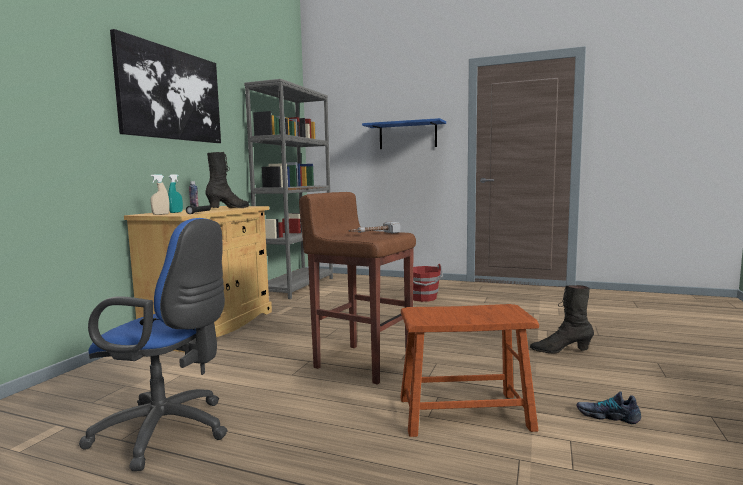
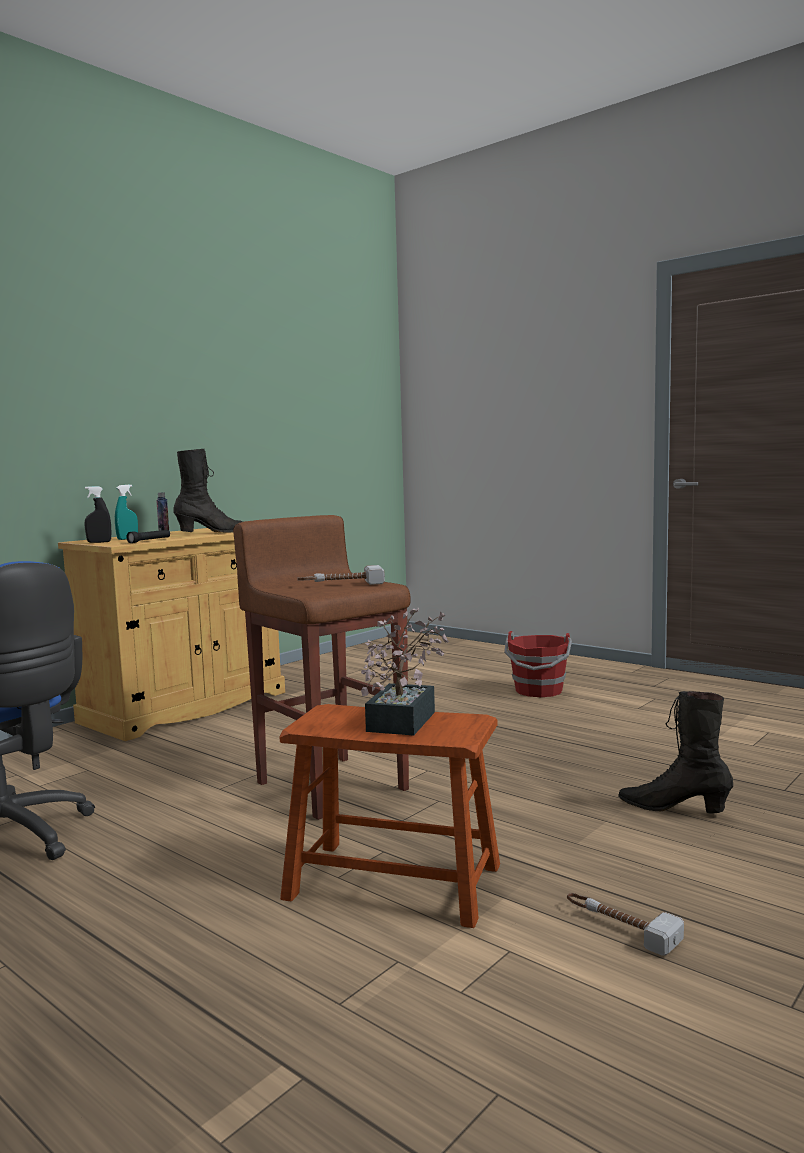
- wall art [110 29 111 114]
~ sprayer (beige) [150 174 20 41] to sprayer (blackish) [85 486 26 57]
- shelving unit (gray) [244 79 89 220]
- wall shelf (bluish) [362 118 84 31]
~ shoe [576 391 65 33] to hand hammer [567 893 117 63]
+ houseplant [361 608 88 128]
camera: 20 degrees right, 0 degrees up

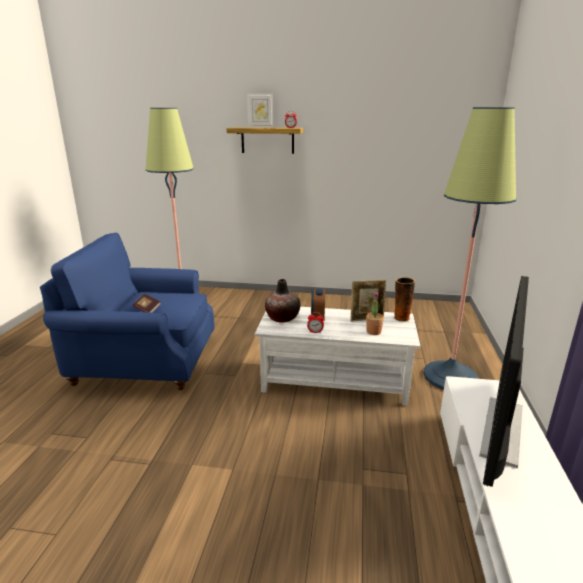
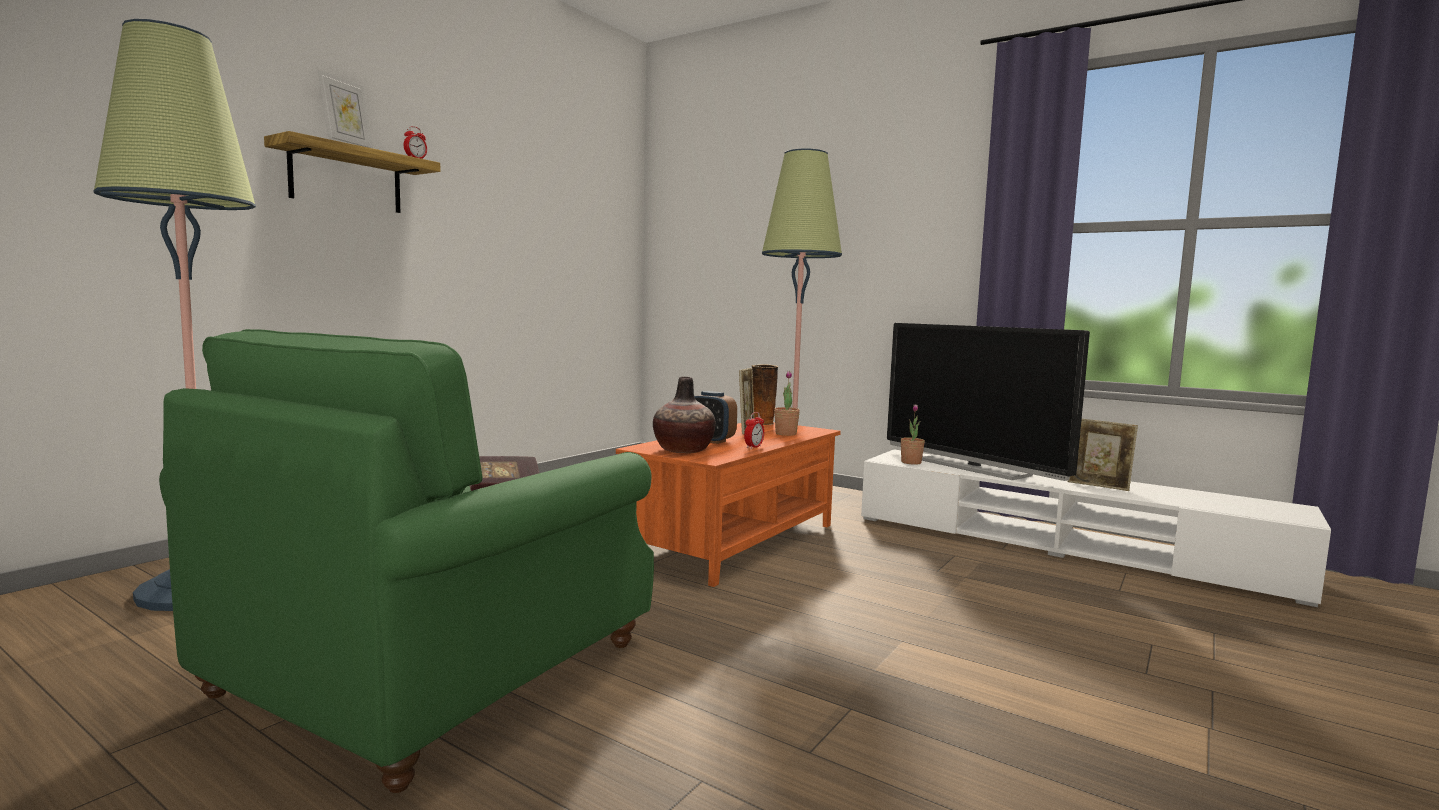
~ lounge chair (bluish) [40 233 175 157] to lounge chair (greenish) [159 329 495 464]
~ coffee table (white) [255 307 166 99] to coffee table (orange) [616 422 225 165]
+ houseplant [901 404 24 61]
+ standing frame [1067 419 71 72]
camera: 65 degrees left, 15 degrees down

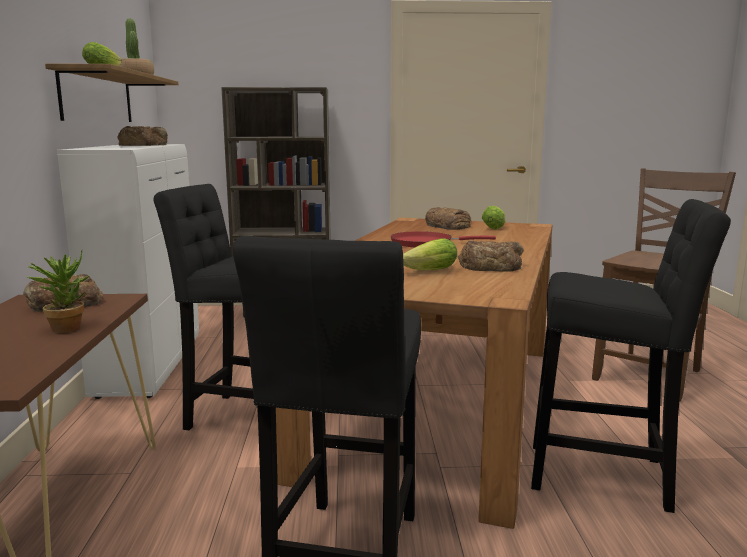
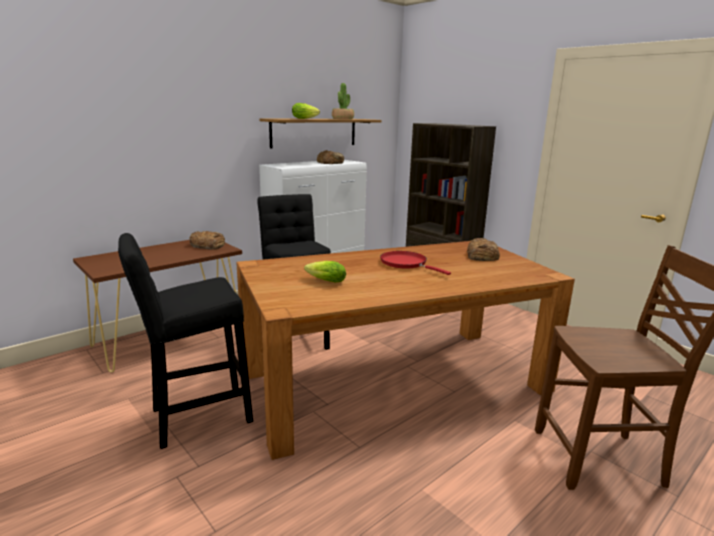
- houseplant [28 250 62 83]
- baked bread [458 241 66 31]
- lettuce head [482 206 23 24]
- stool (blackish) [531 199 200 314]
camera: 50 degrees right, 5 degrees up

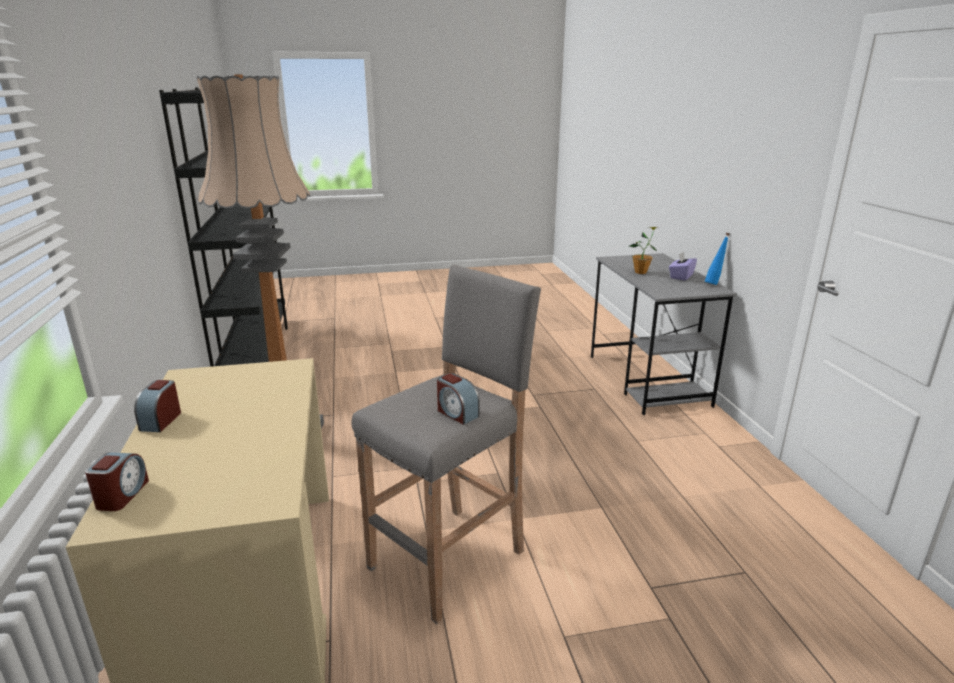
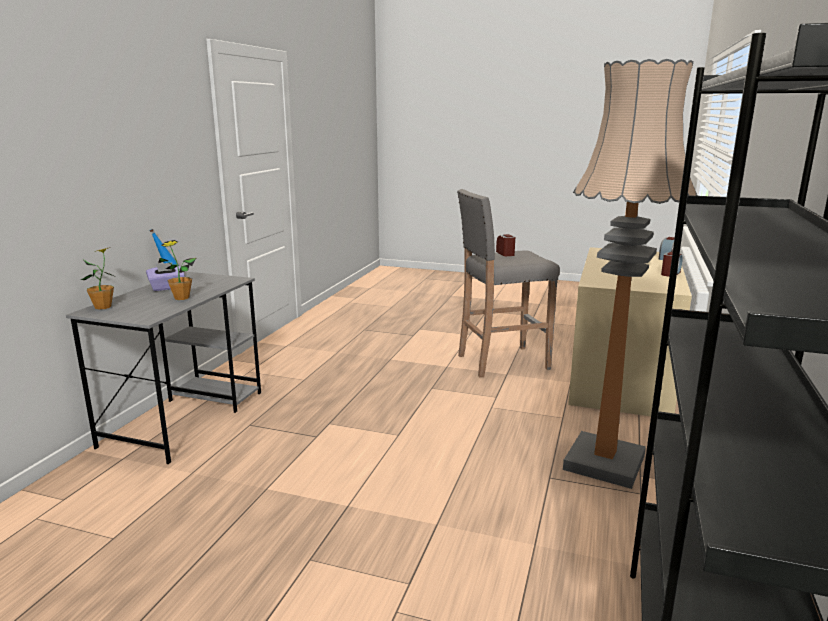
+ houseplant [81 247 33 63]
camera: 150 degrees left, 5 degrees down

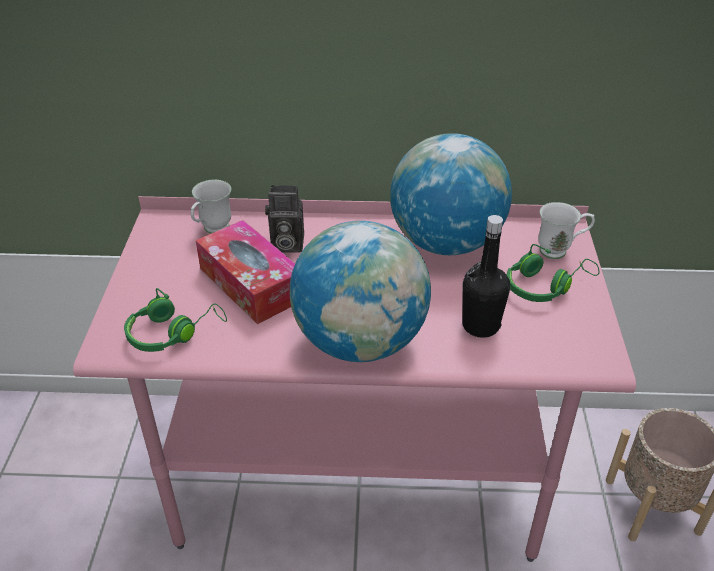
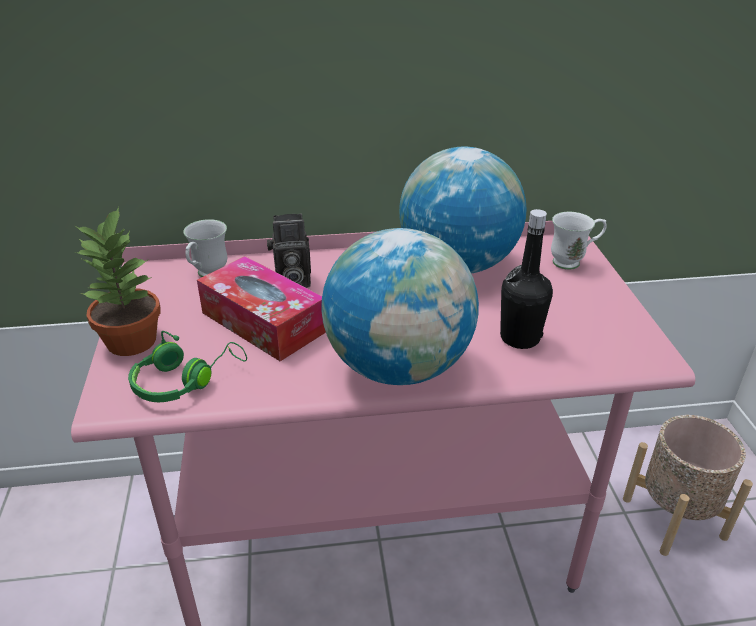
- headset (greenish) [507 244 93 58]
+ houseplant [75 207 86 149]
camera: 10 degrees left, 5 degrees down

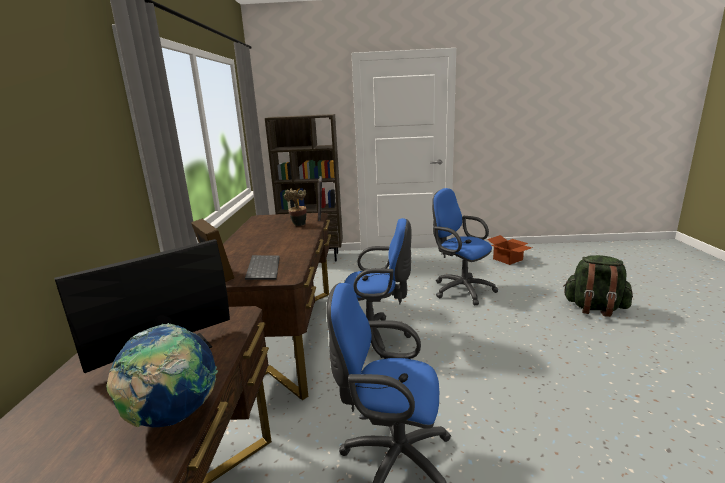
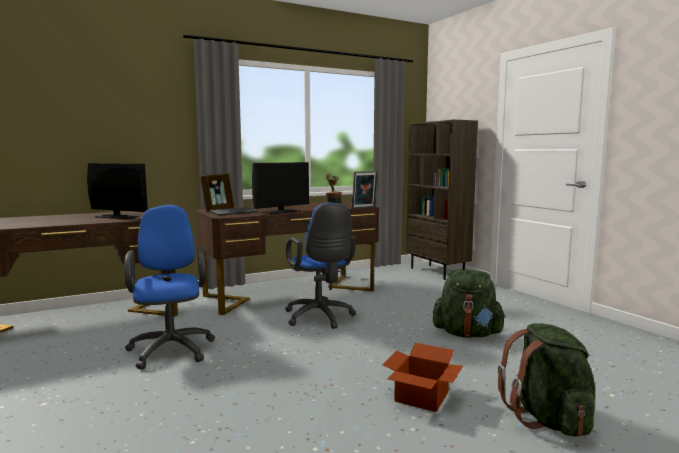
- world globe [106 323 112 104]
~ desk chair (bluish) [432 188 66 117] to rucksack (greenish) [433 270 73 68]
~ packing box [487 235 45 30] to [383 343 80 69]
+ computer display [252 162 57 52]
camera: 60 degrees right, 10 degrees down

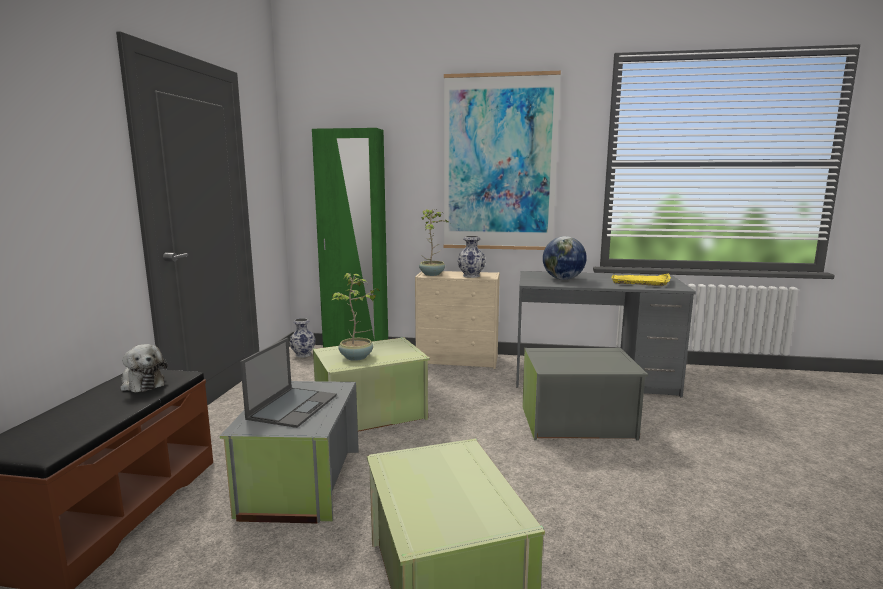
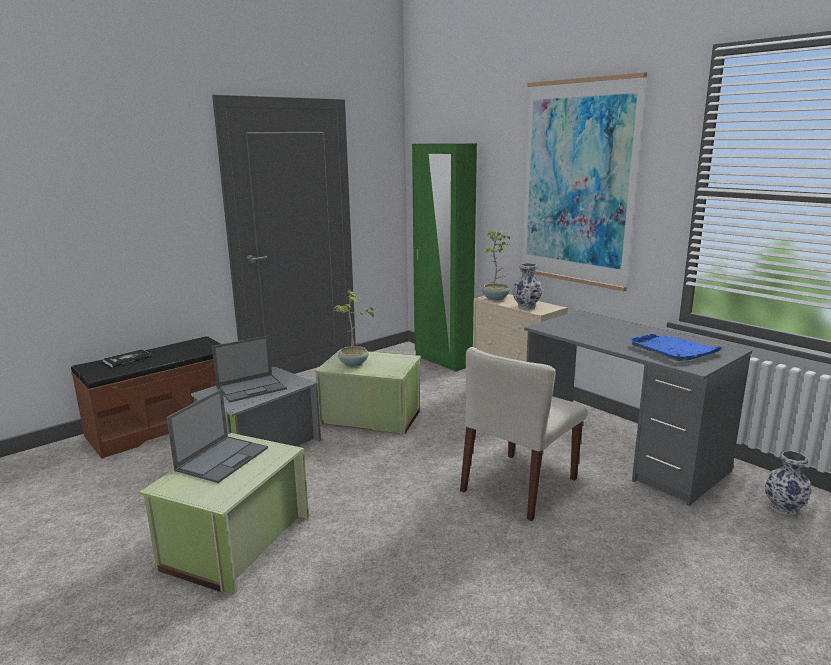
- cuddly toy [120 344 47 48]
~ decorative vase [289 318 27 39] to [765 451 46 64]
~ storage container (gray) [522 348 126 93] to chair (beige) [460 347 127 174]
- world globe [543 236 44 44]
~ serving tray (yellowish) [612 274 59 12] to serving tray (bluish) [630 334 91 27]
+ volume [103 349 50 19]
+ laptop [166 389 102 94]
camera: 40 degrees right, 5 degrees up

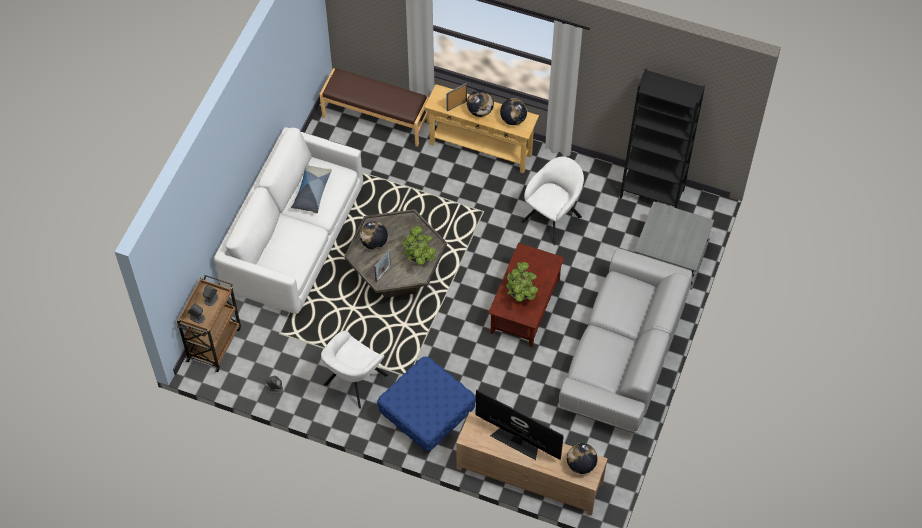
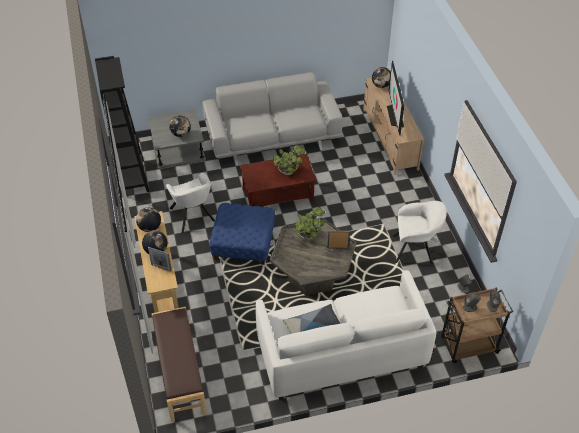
~ world globe [360 222 28 27] to [169 116 22 21]
~ pouffe (bluish) [377 357 99 97] to [209 203 66 62]
~ lounge chair (white) [521 156 63 89] = [166 173 49 60] 120 degrees counterclockwise
camera: 125 degrees left, 10 degrees down

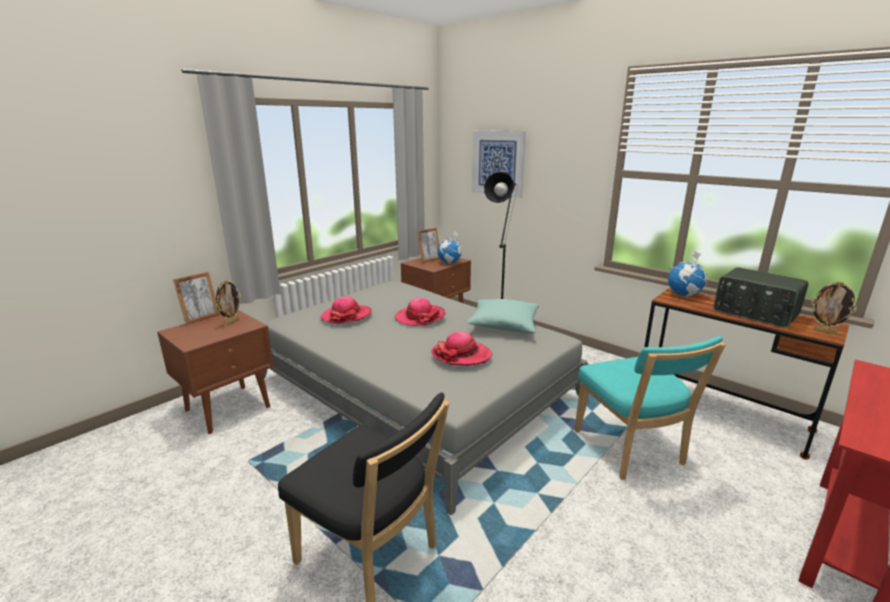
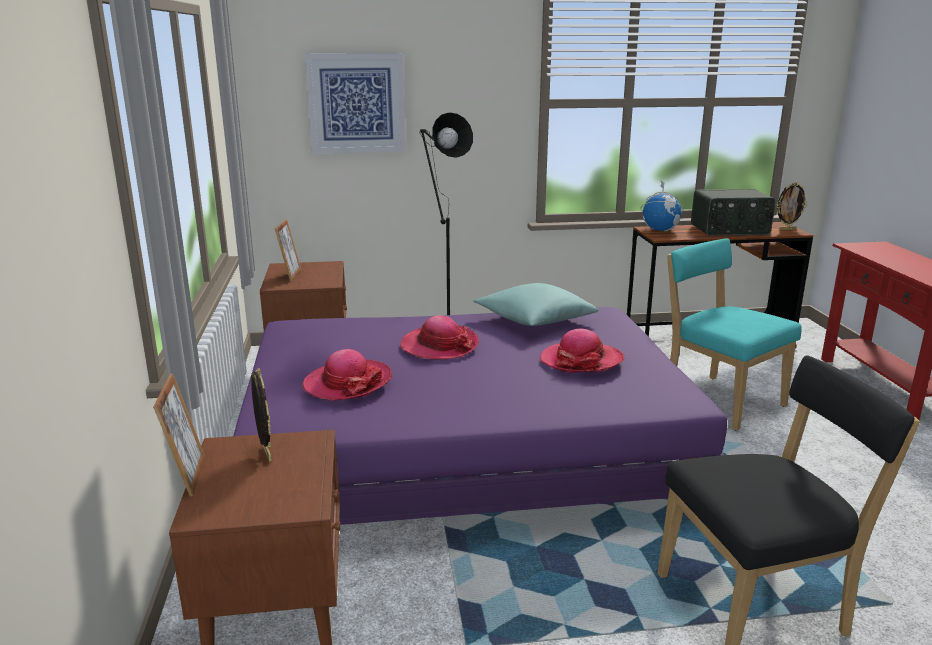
~ bedroom bed (gray) [262 281 326 234] to bedroom bed (purplish) [233 307 494 218]
- world globe [437 231 26 33]
~ chair (turquoise) [574 336 152 144] = [667 238 134 192] 150 degrees counterclockwise
camera: 50 degrees left, 0 degrees up

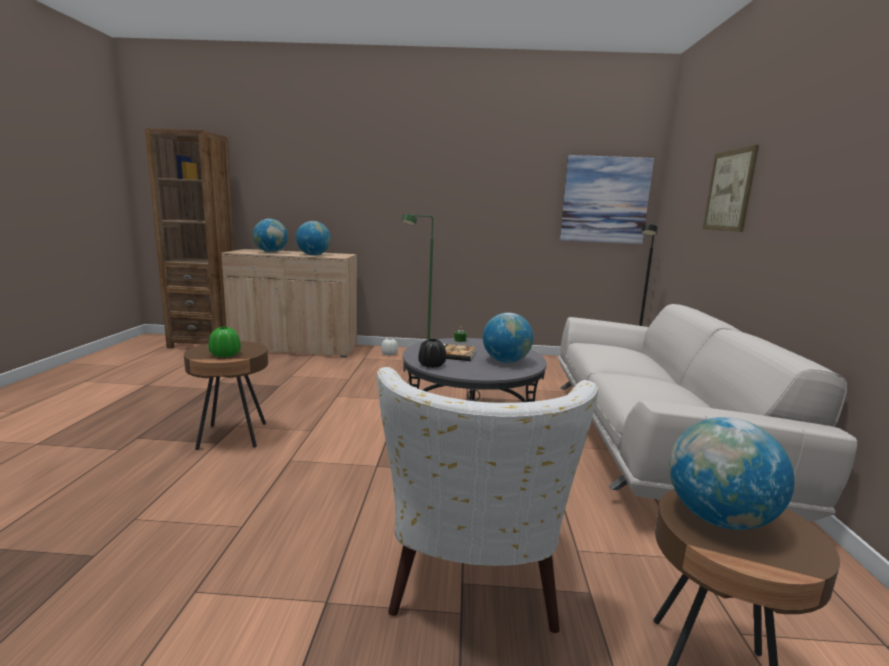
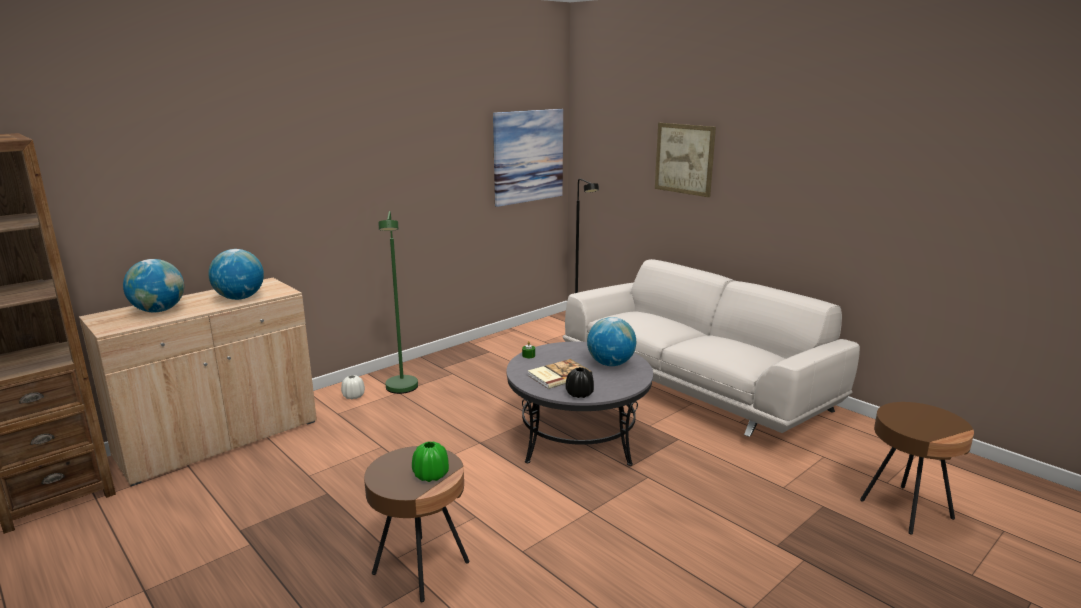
- lounge chair (white) [377 367 221 266]
- world globe [669 417 125 113]
camera: 45 degrees left, 5 degrees up

